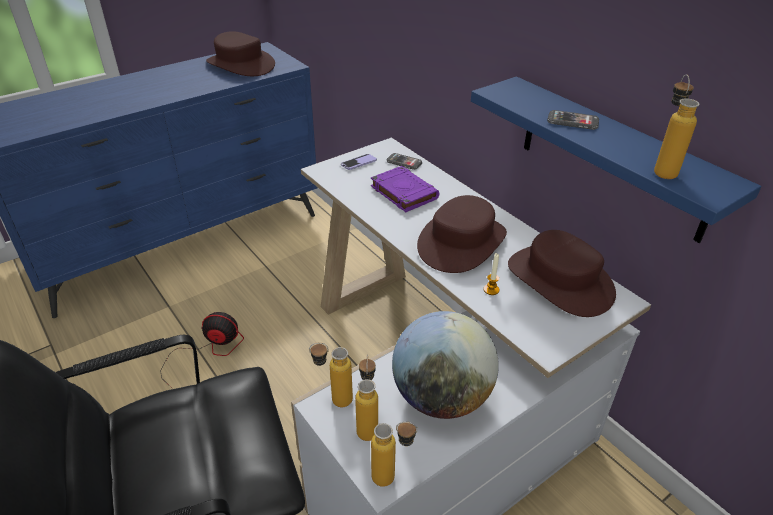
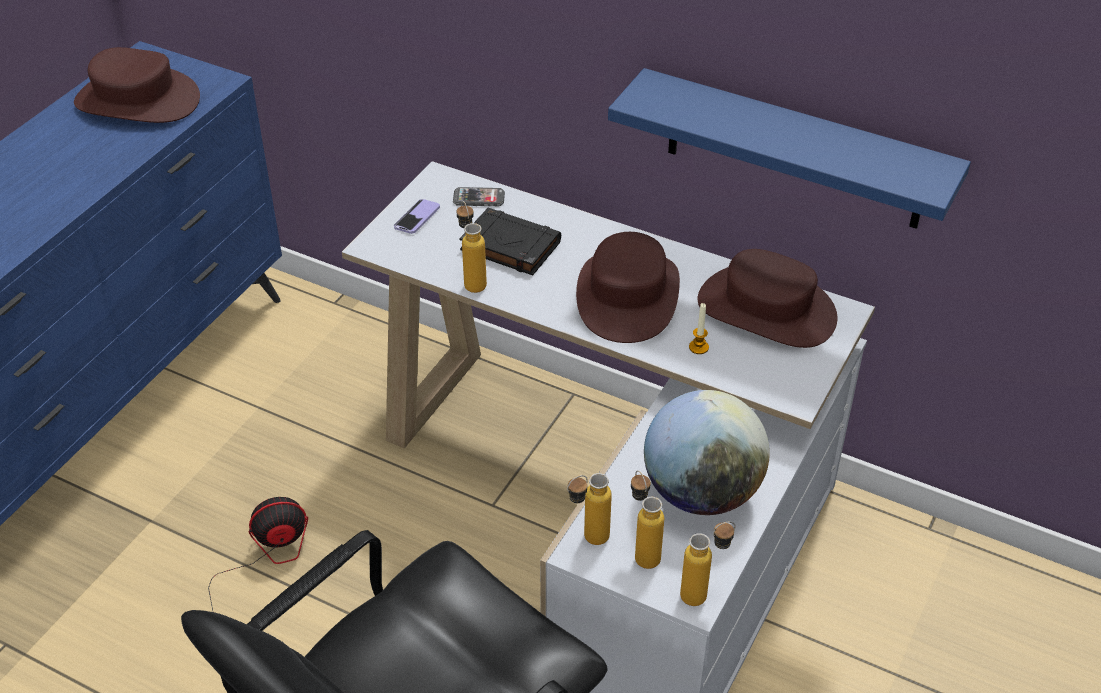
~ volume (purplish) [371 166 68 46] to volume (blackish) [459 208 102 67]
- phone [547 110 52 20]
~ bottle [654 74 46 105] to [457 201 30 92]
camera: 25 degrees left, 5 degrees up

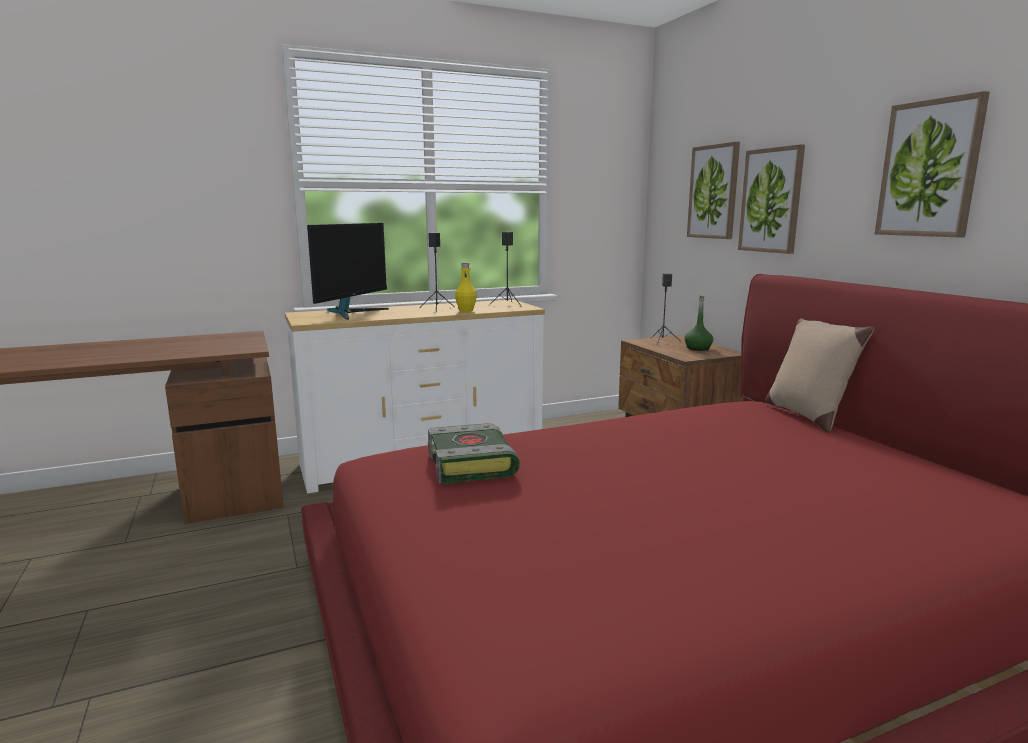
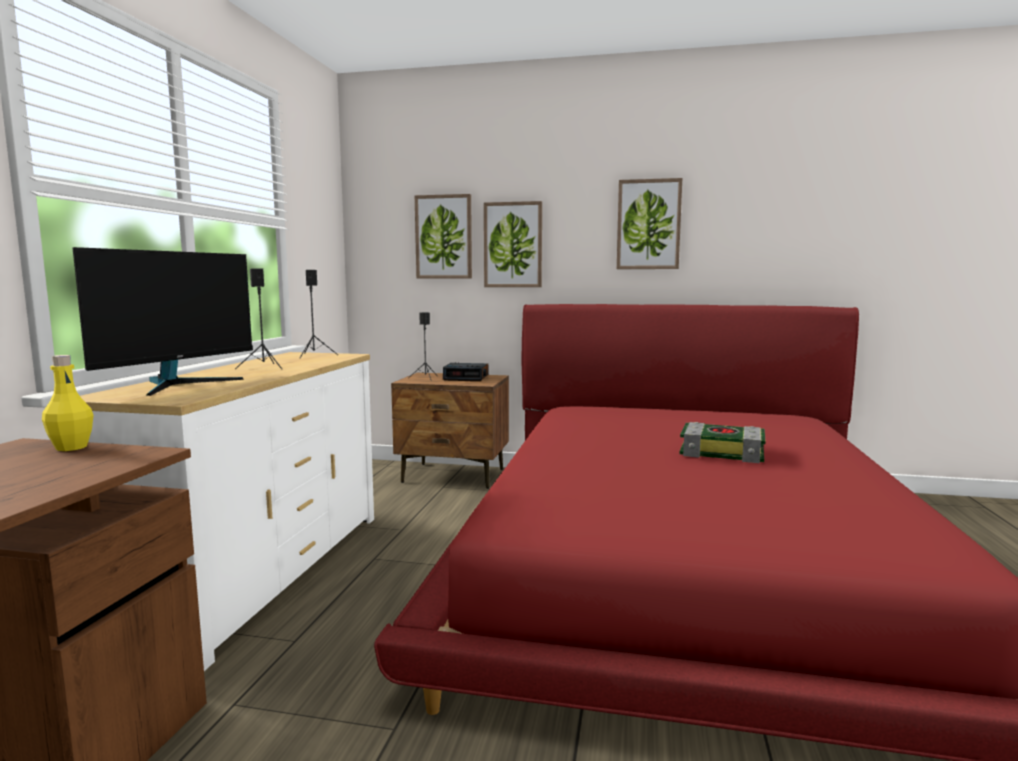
~ computer display [307 223 82 97] = [73 247 180 149] 60 degrees clockwise
~ volume [428 423 92 61] to [679 422 86 41]
~ bottle (yellowish) [455 263 22 49] to [42 355 51 96]
~ bottle (greenish) [684 295 29 56] to alarm clock [443 362 45 19]
- pillow (beige) [765 319 109 114]
camera: 55 degrees left, 5 degrees down

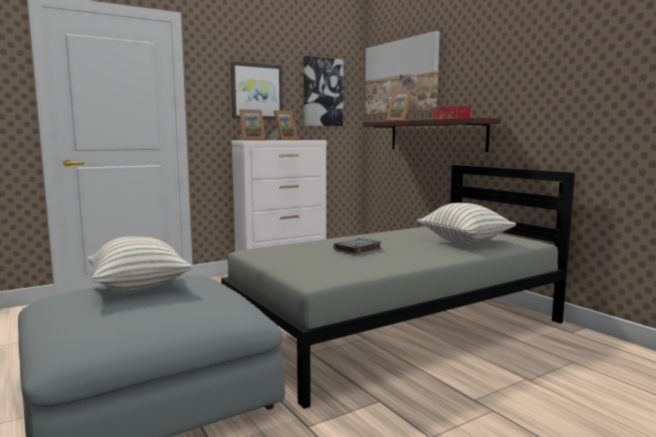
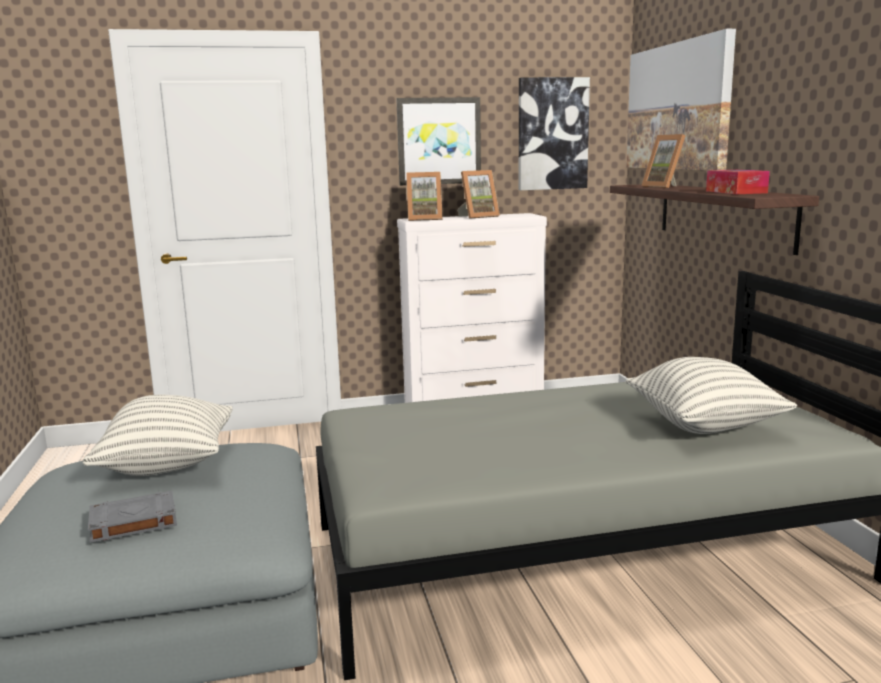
~ volume (gray) [333 238 49 17] to [88 491 89 52]
camera: 20 degrees right, 5 degrees up

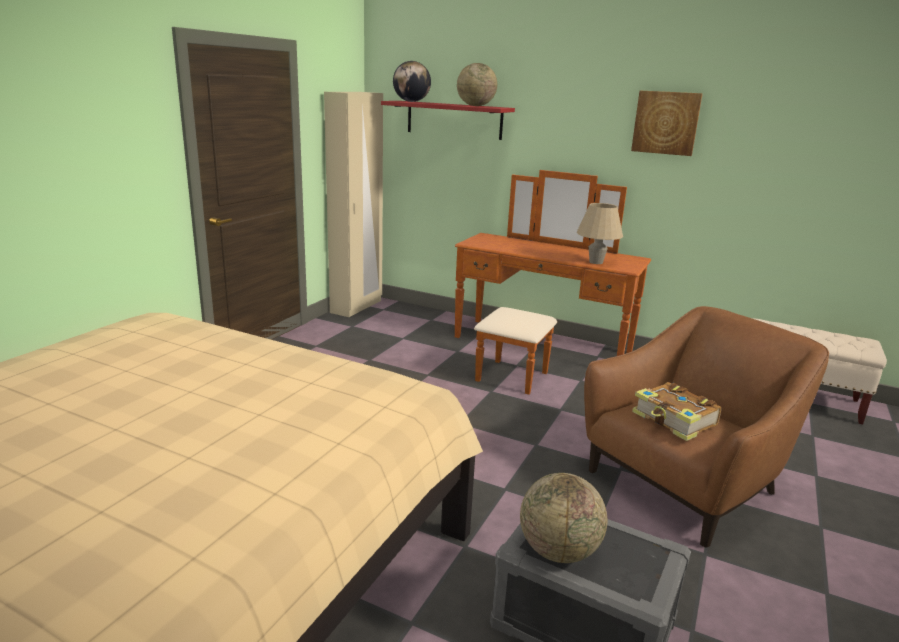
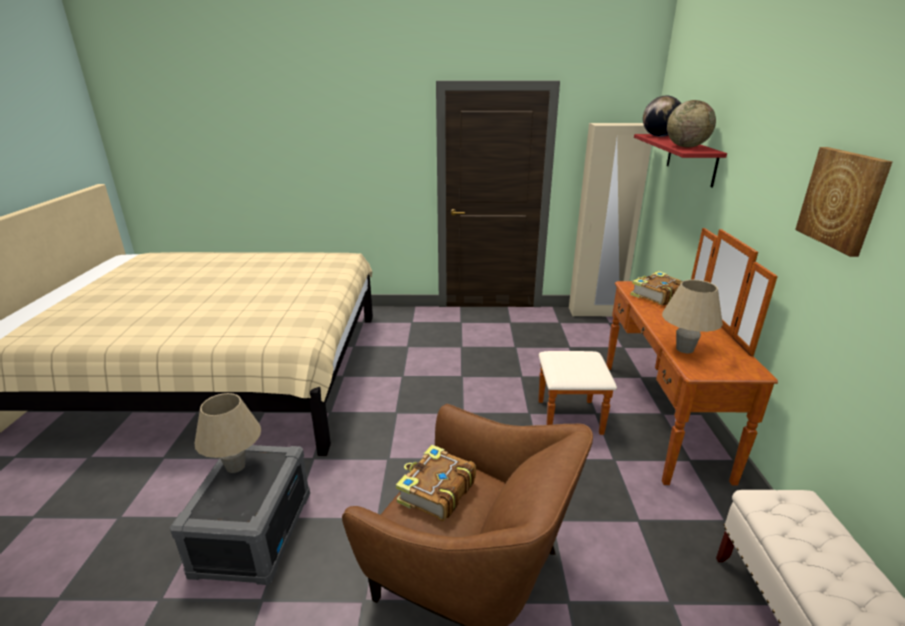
~ world globe [520 473 87 90] to tabletop lamp (beige) [195 393 66 80]
+ volume [630 271 52 35]
camera: 65 degrees right, 5 degrees up

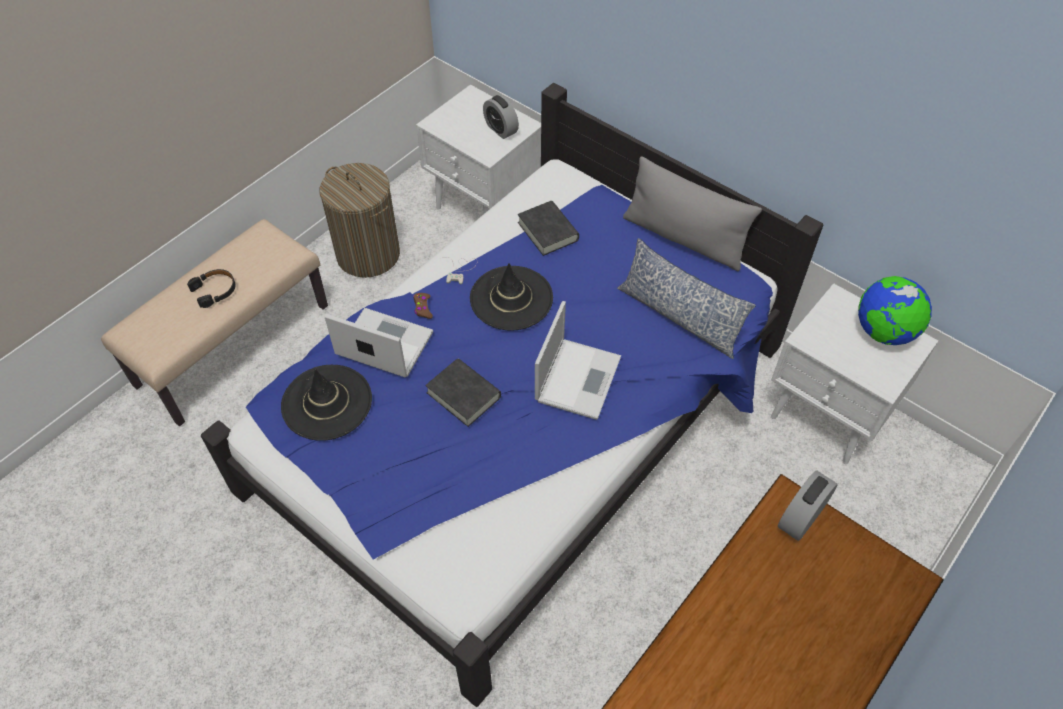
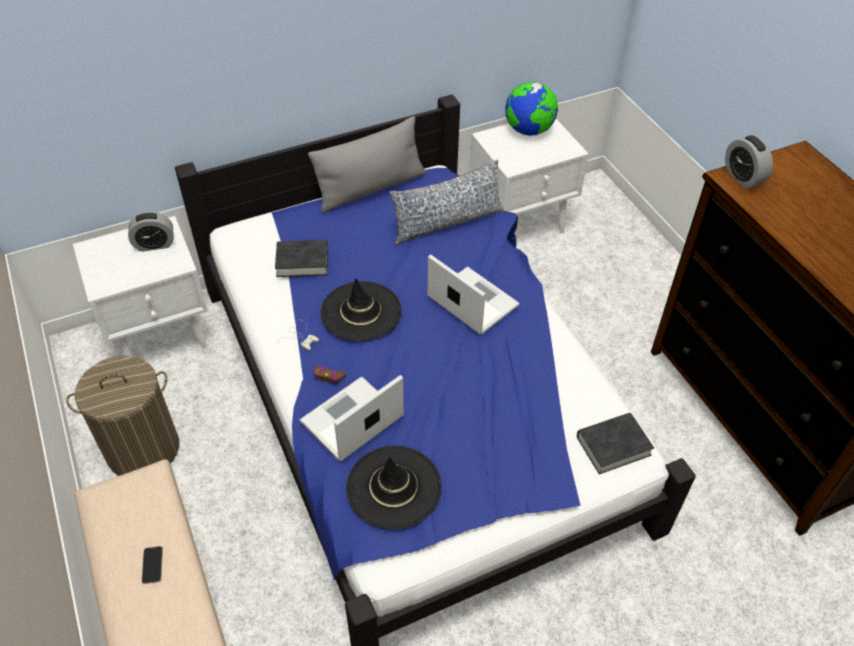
~ headset (blackish) [187 269 49 39] to phone [142 546 21 38]
~ volume (blackish) [425 359 76 68] to [577 413 77 61]
camera: 65 degrees left, 5 degrees down

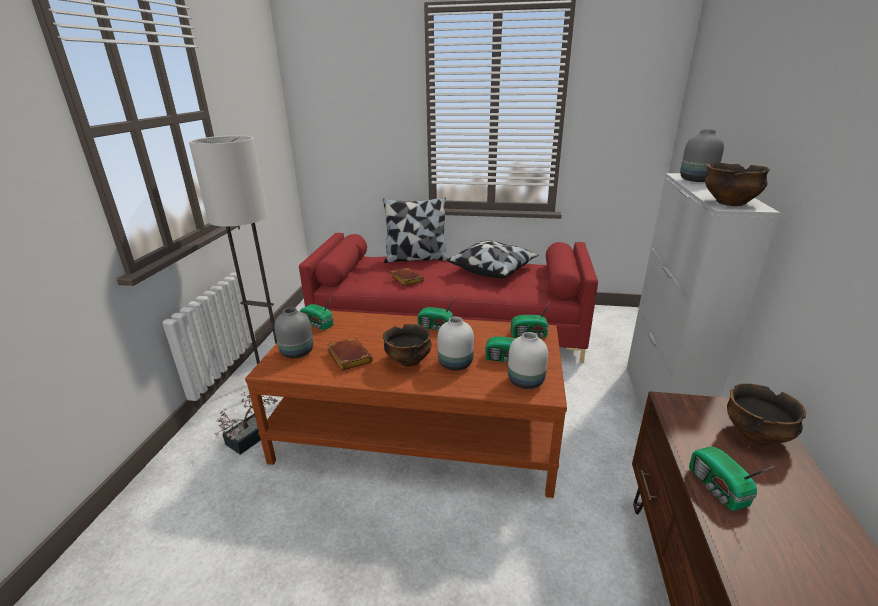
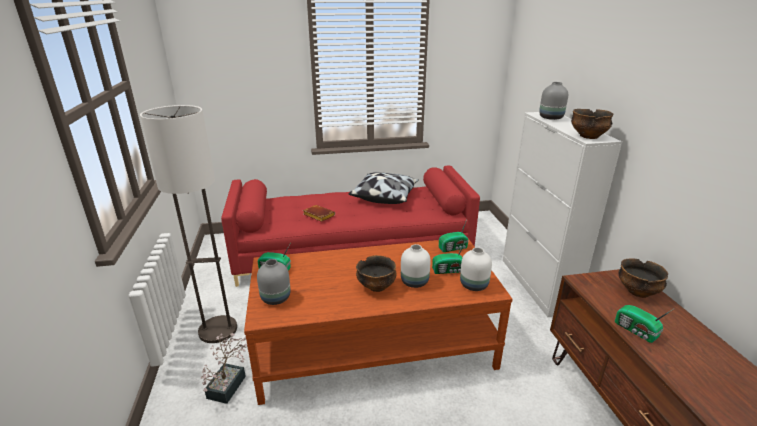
- volume (brown) [327 338 46 33]
- pillow [383 197 65 66]
- radio receiver [417 298 38 32]
camera: 20 degrees left, 0 degrees up

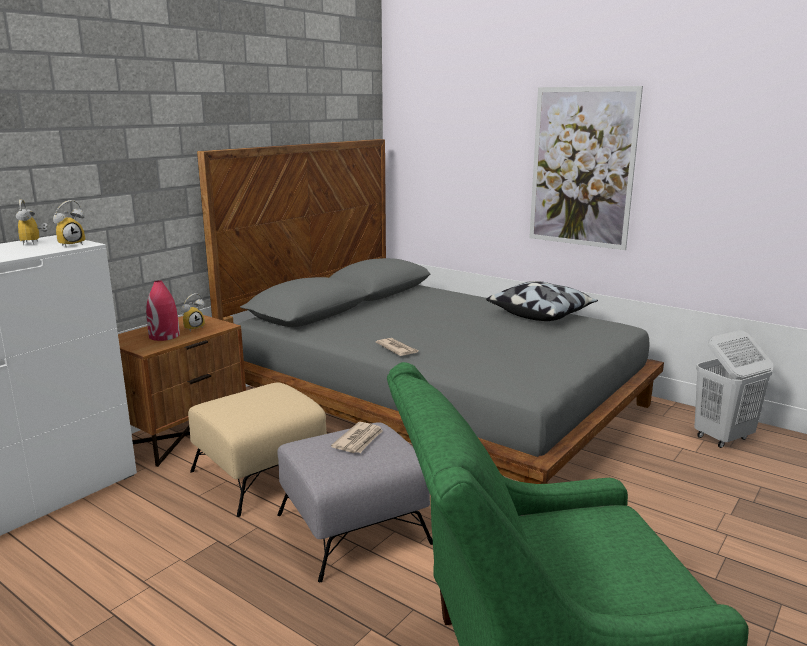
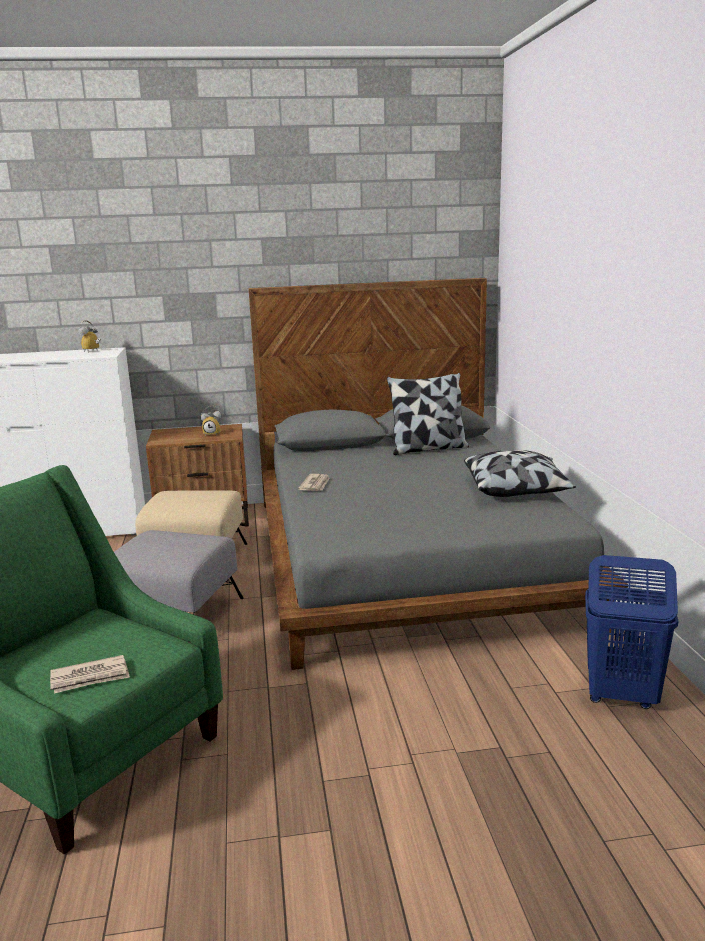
- alarm clock [53 200 33 48]
- decorative vase (red-coloured) [146 280 34 61]
~ daily paper [331 422 52 31] to [50 655 80 38]
- wall art [529 86 114 164]
~ laundry basket (white) [694 330 79 118] to laundry basket (bluish) [585 555 93 154]
+ pillow [387 373 82 82]
camera: 45 degrees right, 0 degrees up

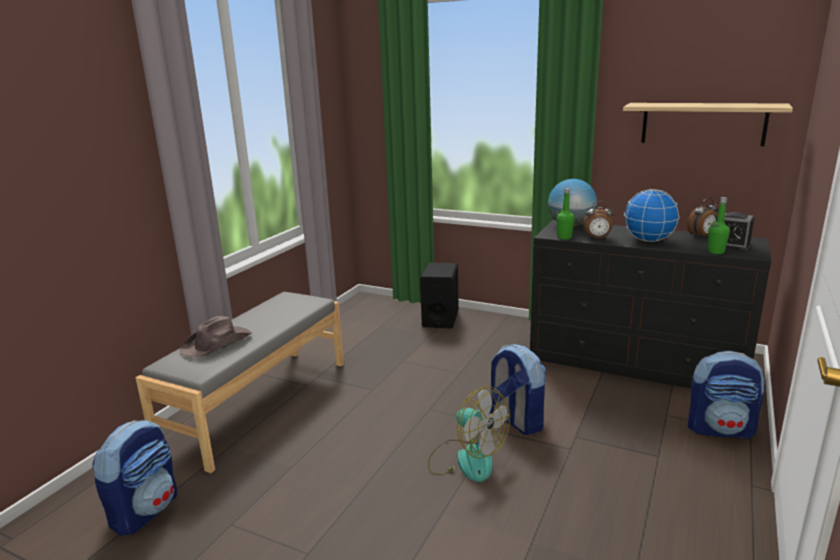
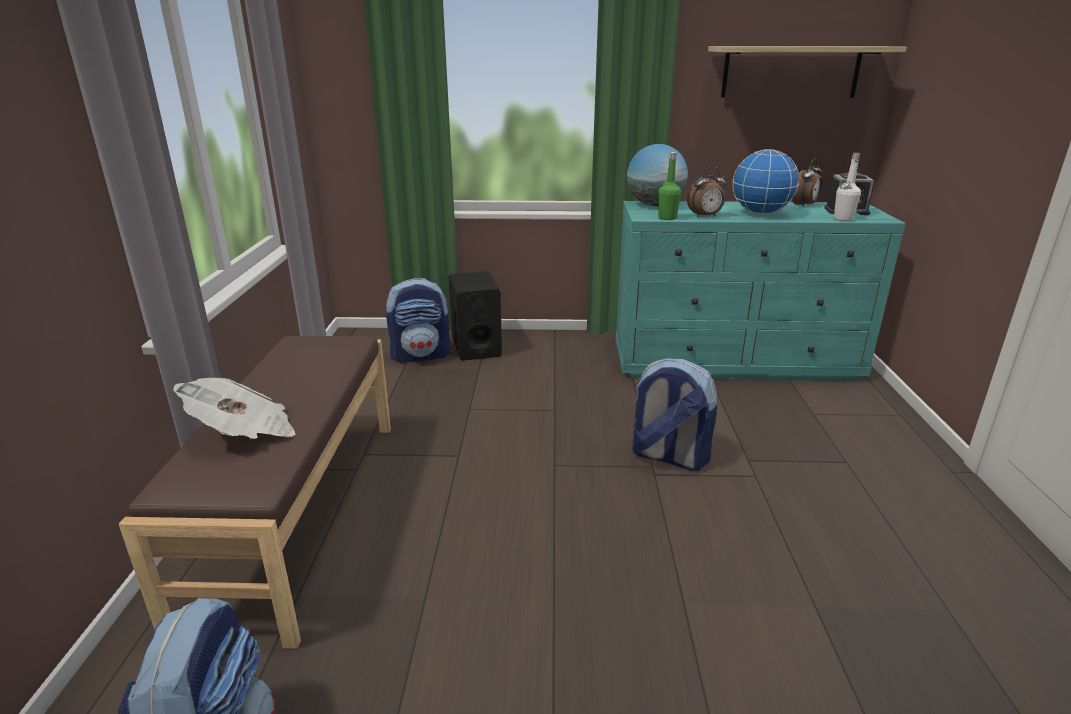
~ indoor bench (gray) [136 292 208 181] to indoor bench (brown) [119 336 272 313]
~ wearable hat (brown) [180 316 72 41] to daily paper [173 378 123 61]
- fan [428 386 82 96]
~ drawer chest (blackish) [530 220 241 168] to drawer chest (turquoise) [616 201 290 180]
~ rucksack [688 351 77 88] to [386 278 65 84]
~ bottle (greenish) [708 197 22 57] to bottle (white) [834 153 27 68]
camera: 25 degrees left, 5 degrees up

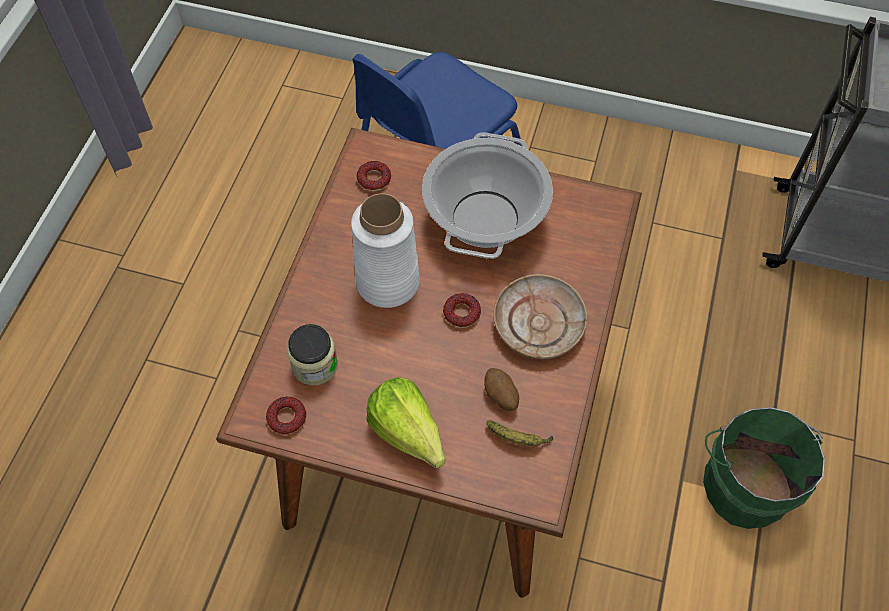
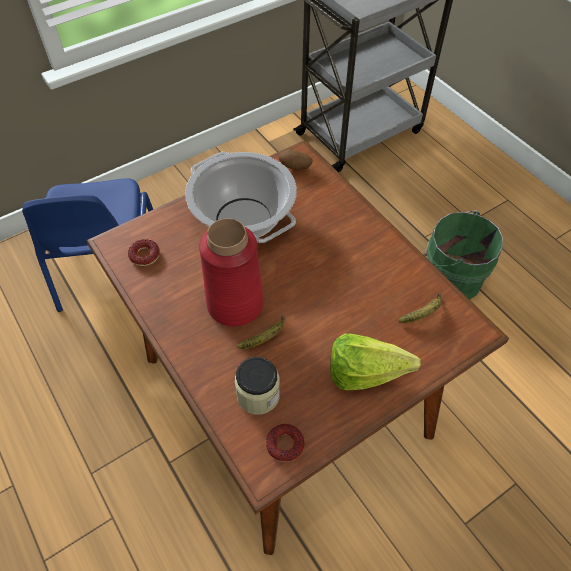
~ decorative vase (white) [351 193 69 115] to decorative vase (red-coloured) [199 218 65 108]
- donut [443 293 38 35]
~ potato [484 368 35 43] to [279 150 34 20]
- plate (beige) [493 274 94 85]
+ banana [237 316 48 33]
camera: 50 degrees left, 5 degrees down

